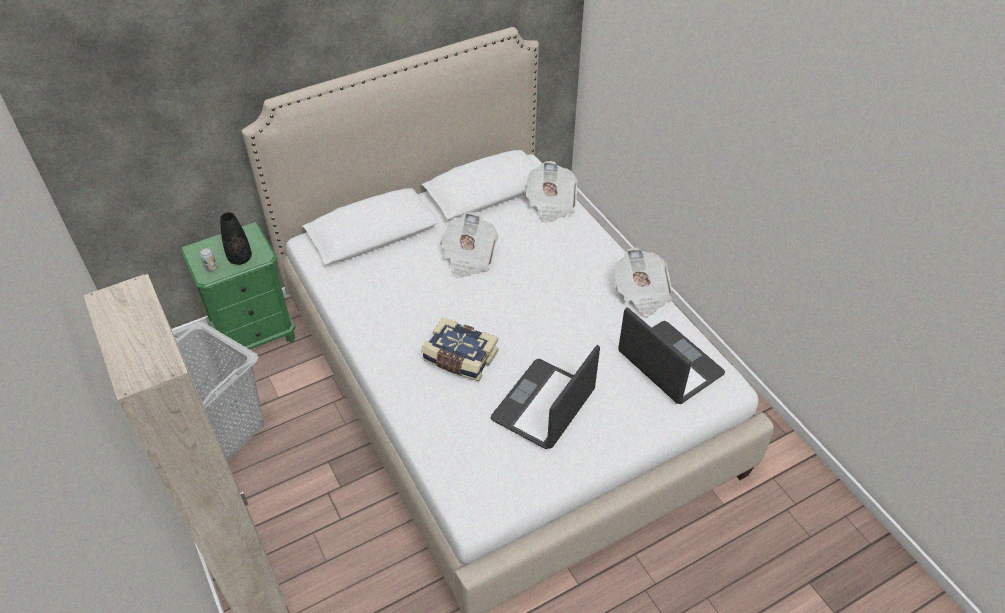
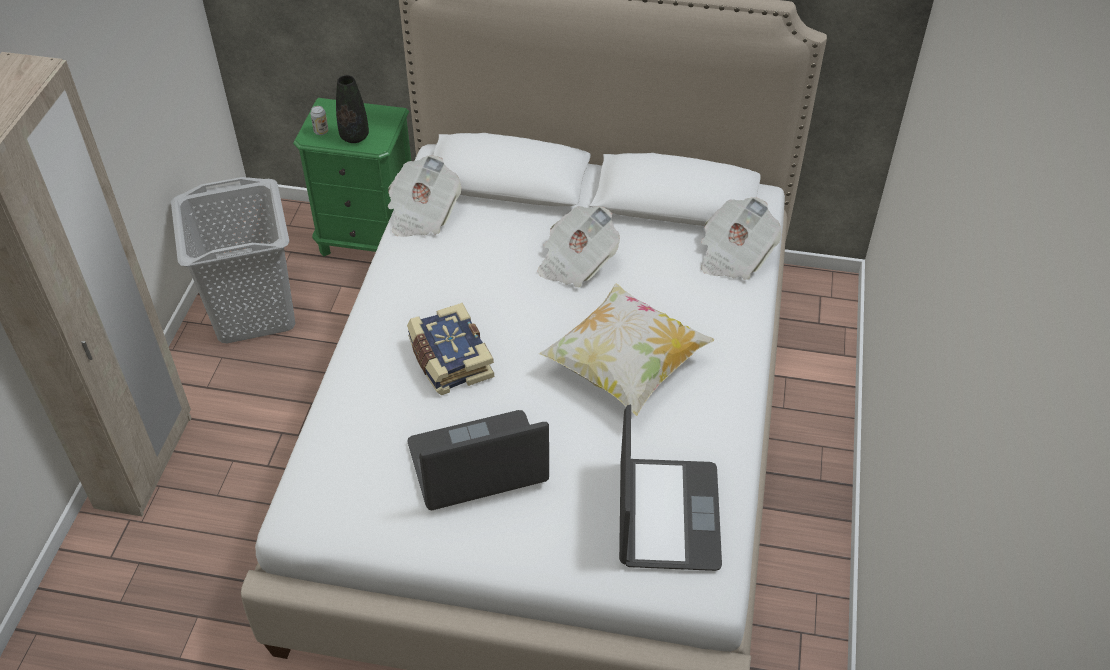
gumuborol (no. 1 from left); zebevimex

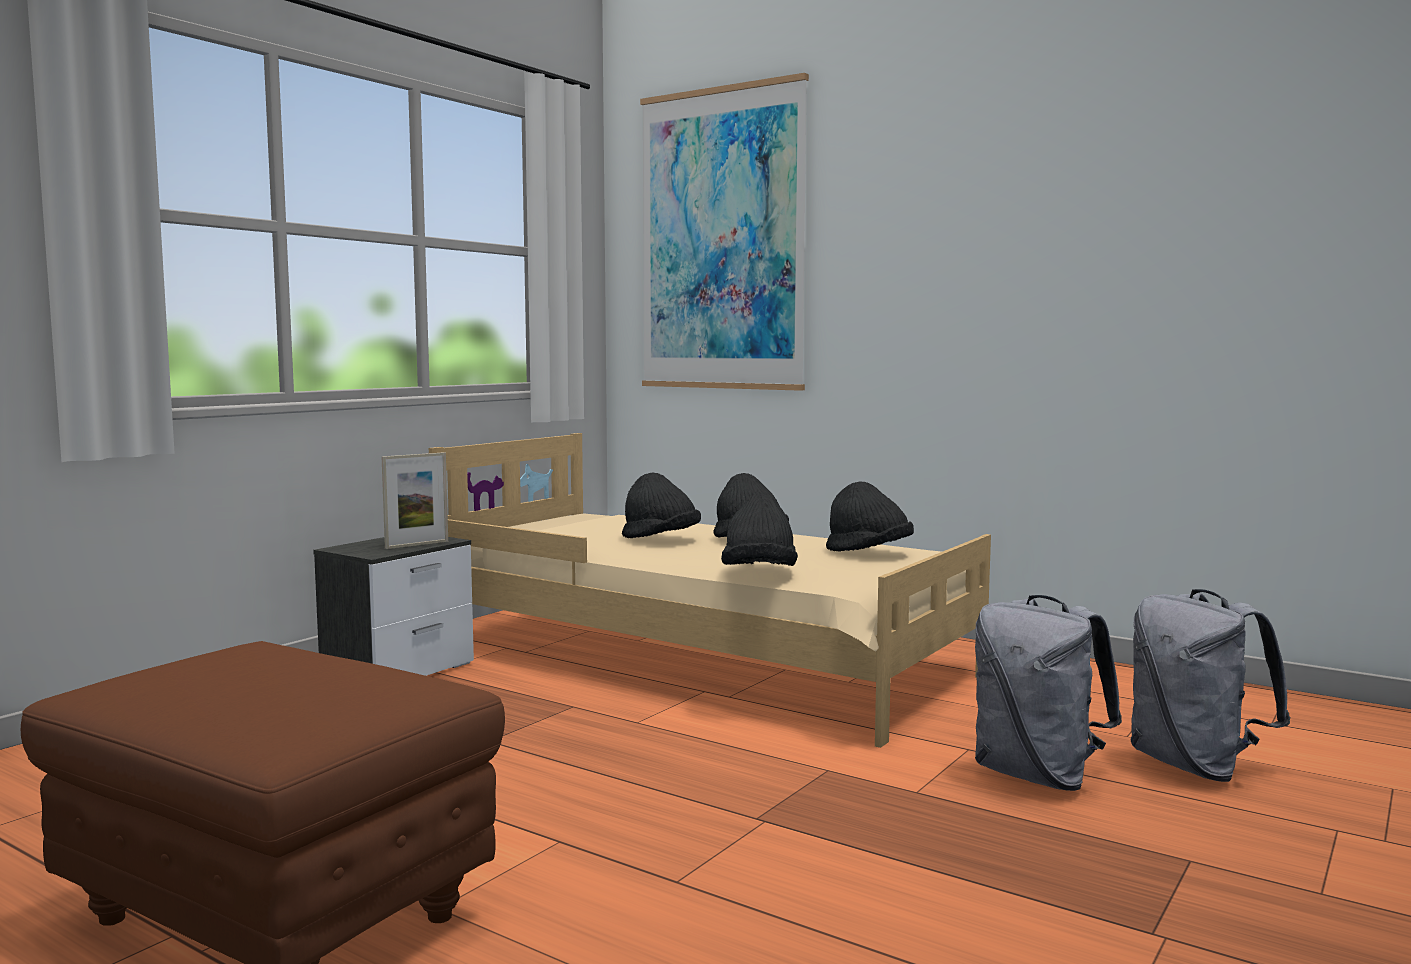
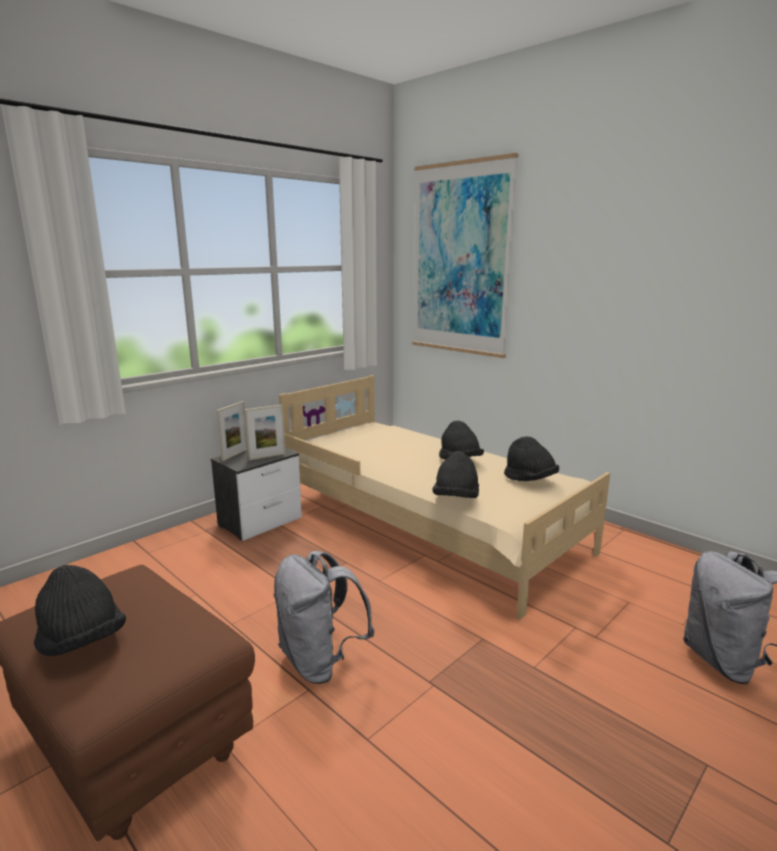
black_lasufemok (no. 1 from left); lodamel (no. 1 from left); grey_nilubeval (no. 1 from left)

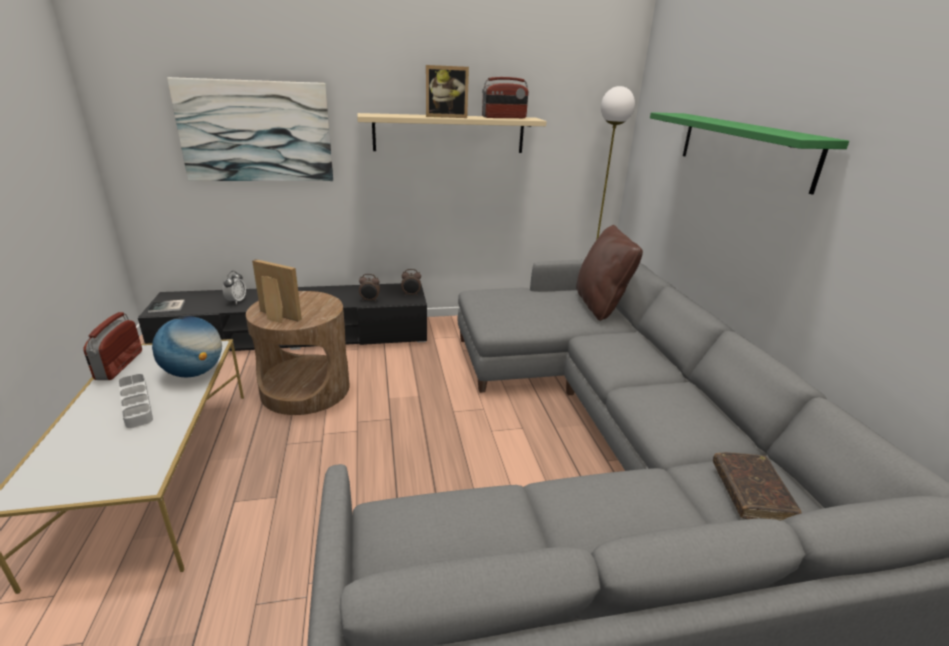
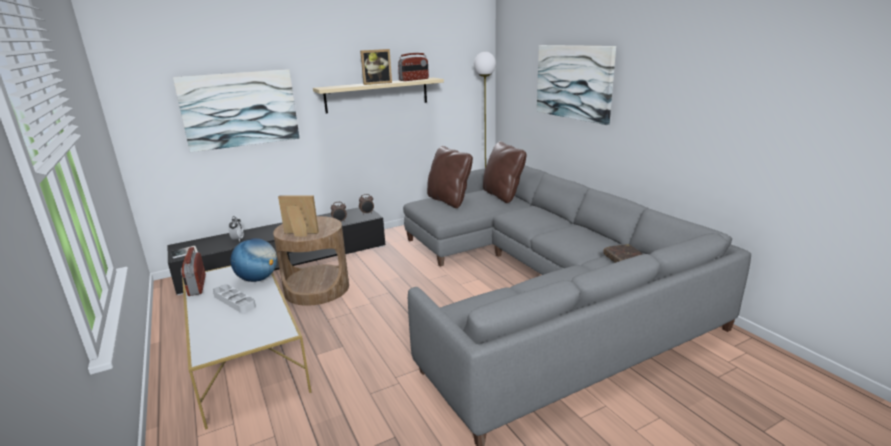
brown_zebevimex (no. 1 from left); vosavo (no. 2 from left)

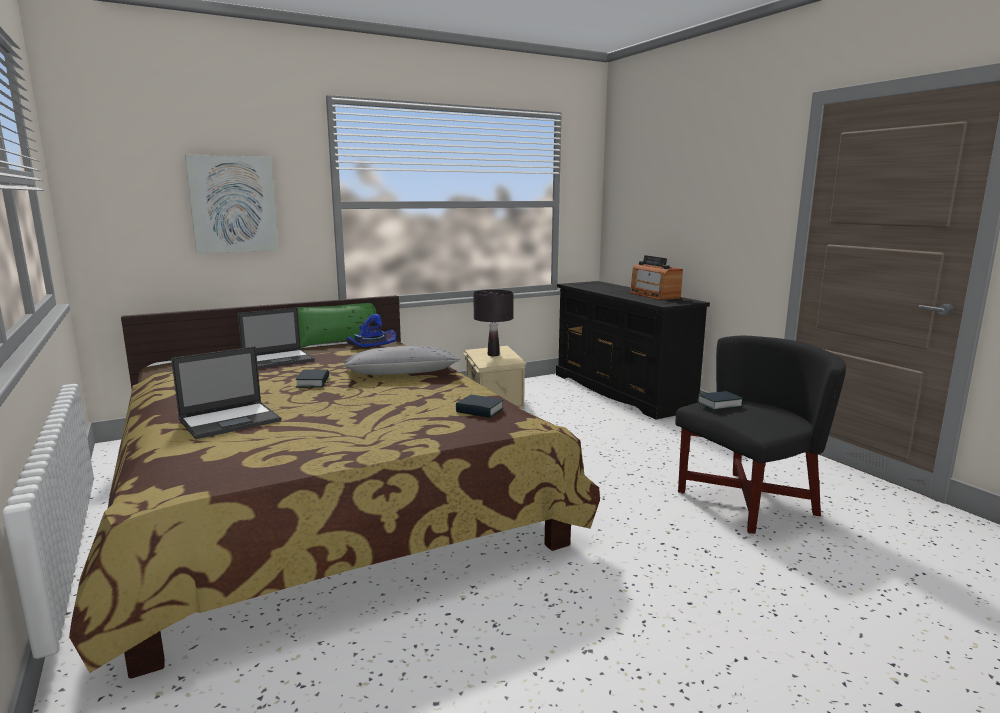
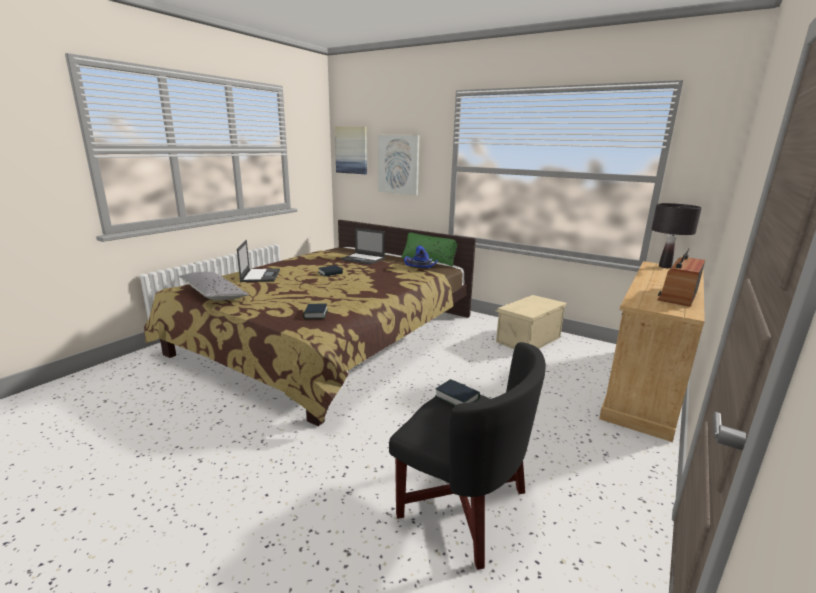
grey_zebevimex; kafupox (no. 1 from left); vosavo (no. 1 from left); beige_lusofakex; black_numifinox

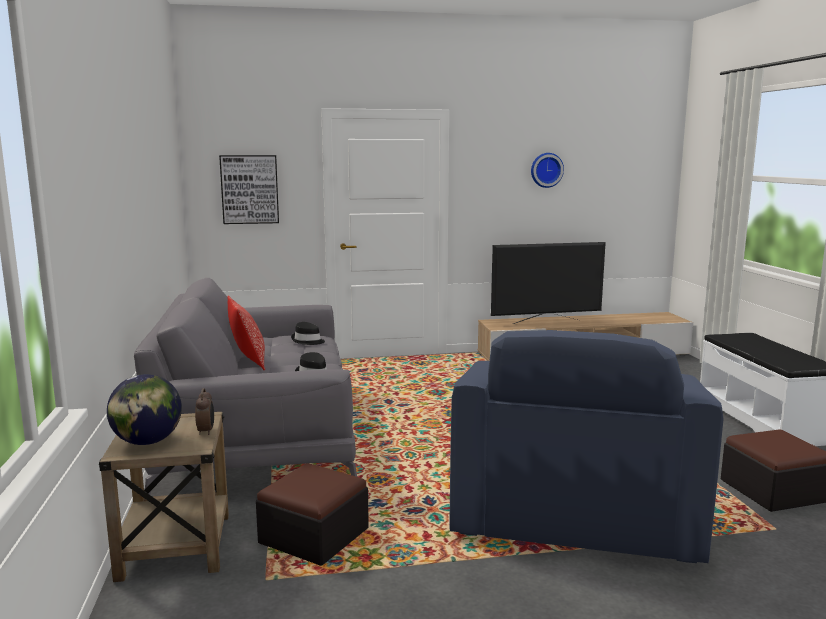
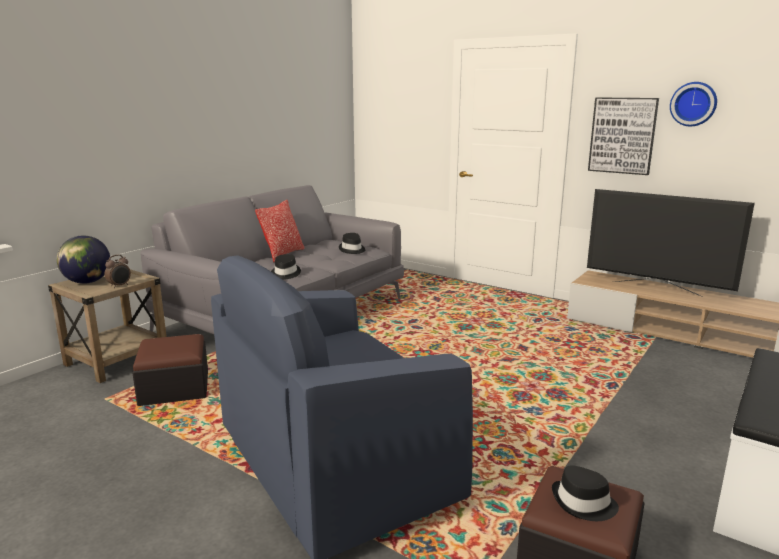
black_lasufemok (no. 3 from left); vosavo

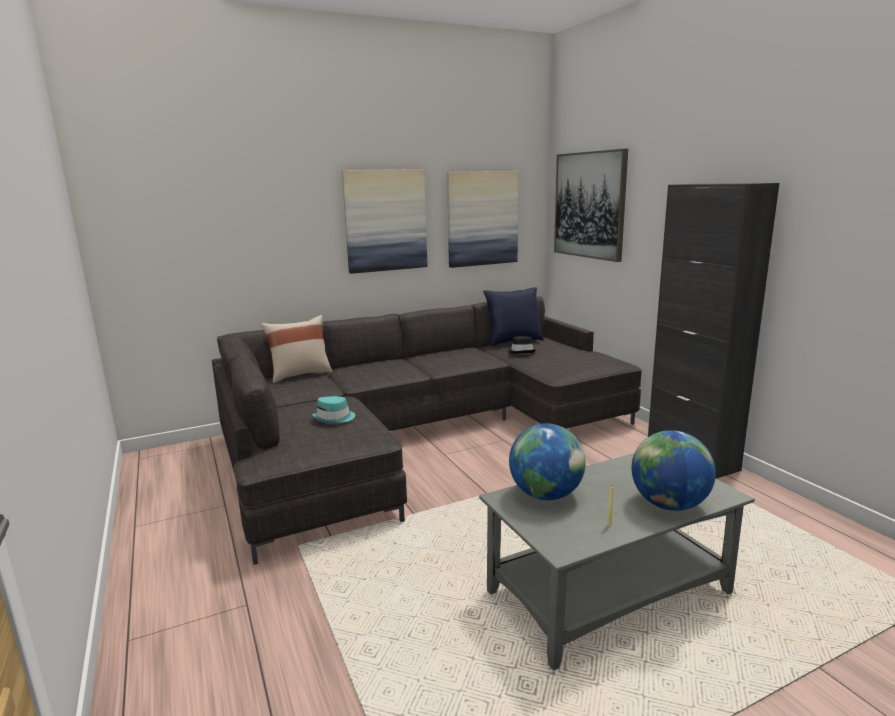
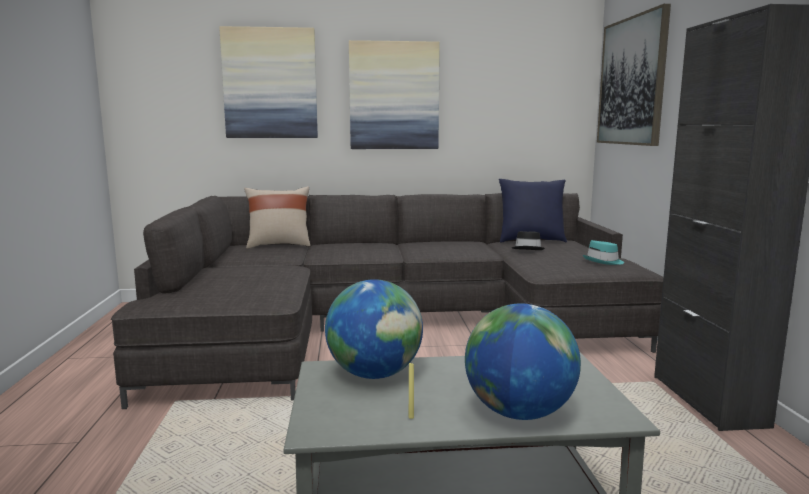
vosavo (no. 1 from left); turquoise_lasufemok

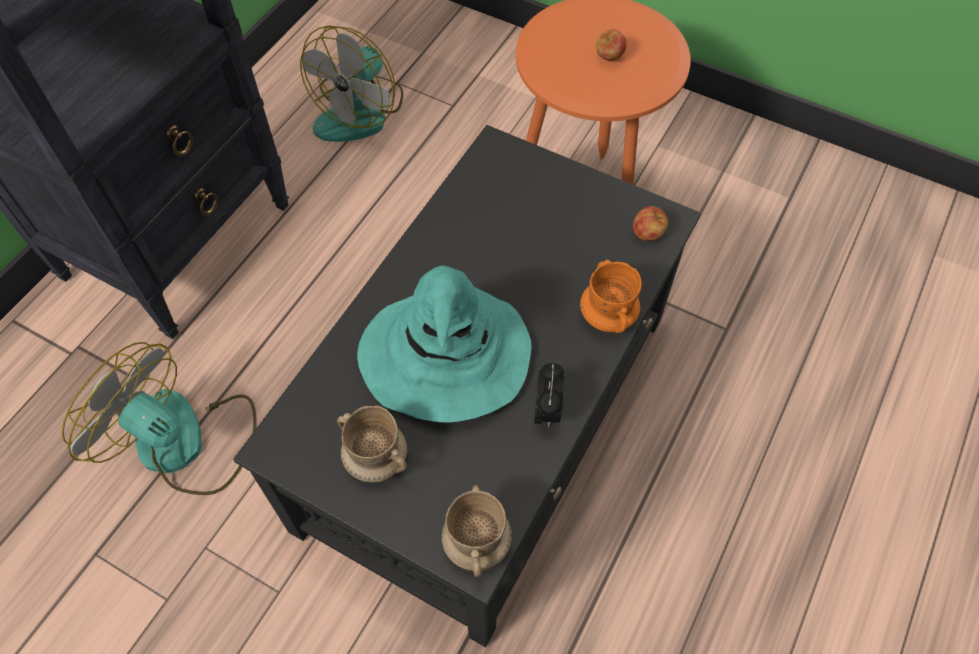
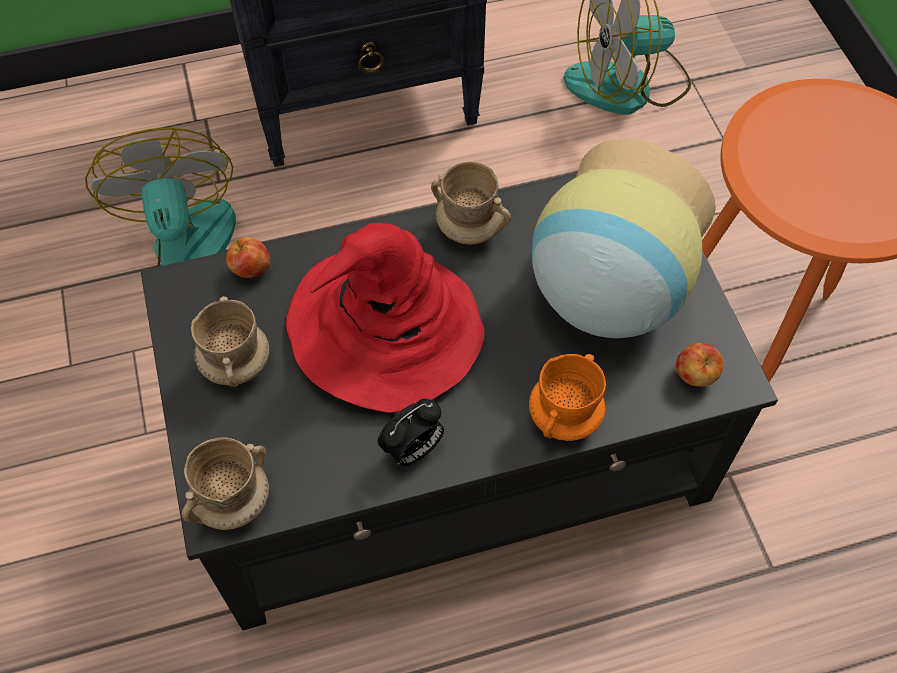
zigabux (no. 1 from left); red_lasufemok; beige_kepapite (no. 3 from left); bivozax

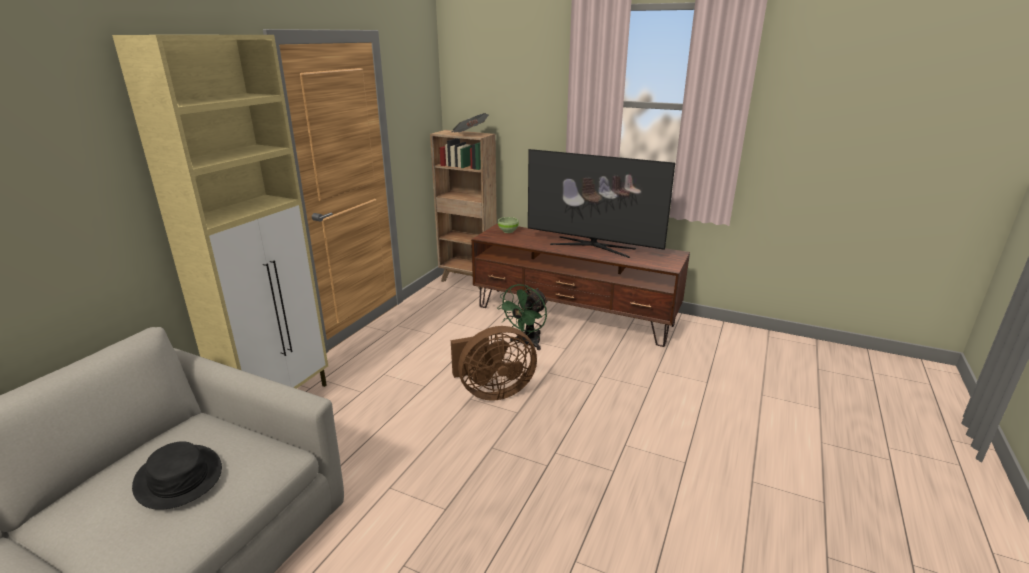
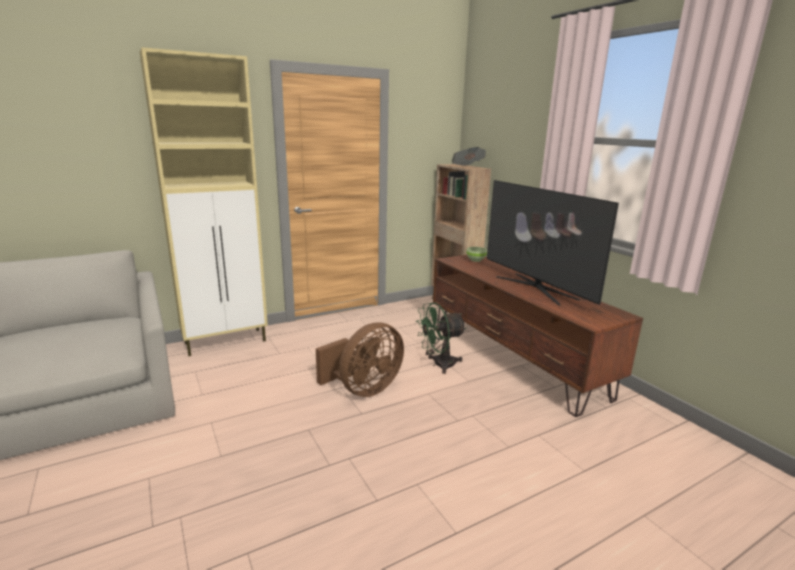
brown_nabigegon; black_lasufemok

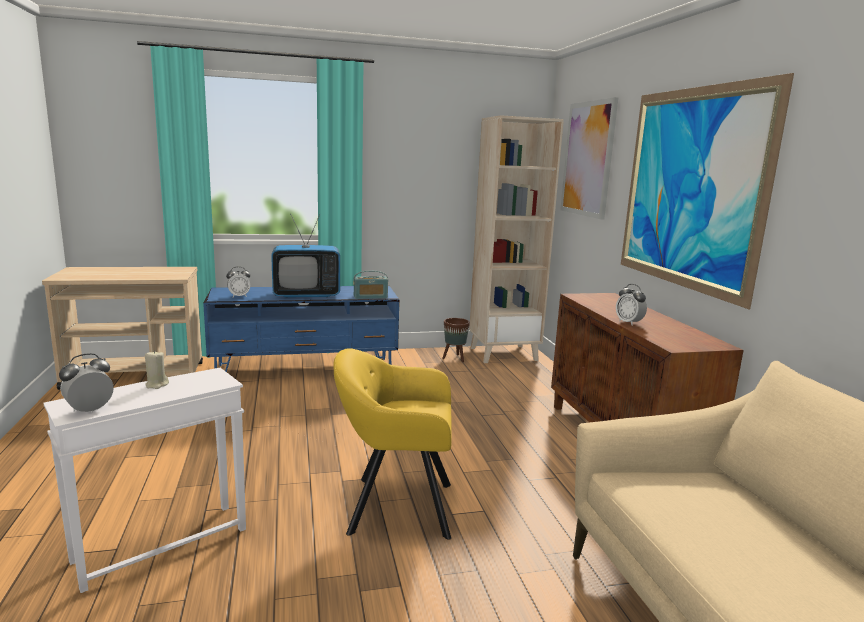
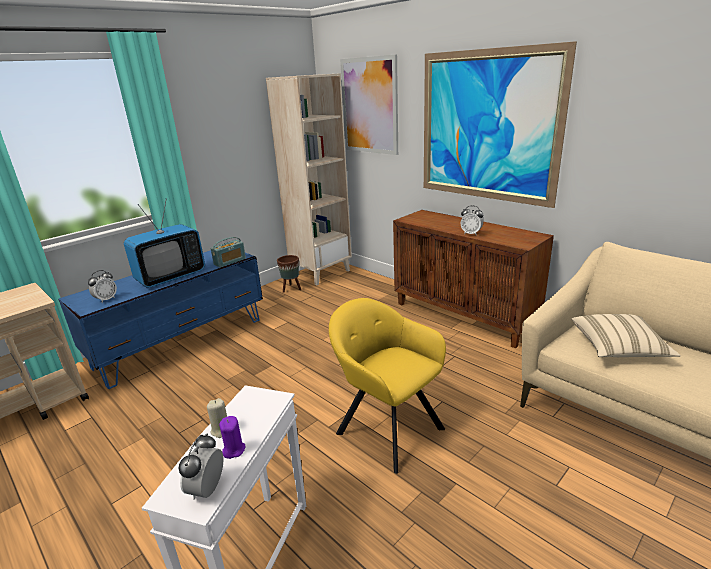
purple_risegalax; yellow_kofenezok; beige_zebevimex

